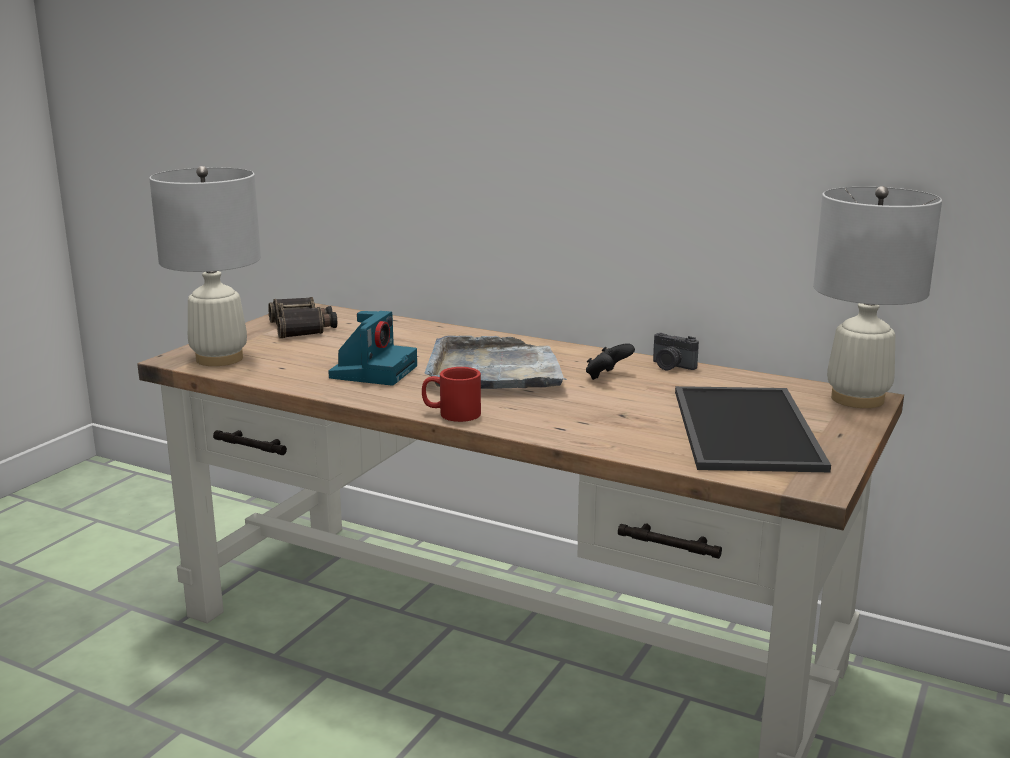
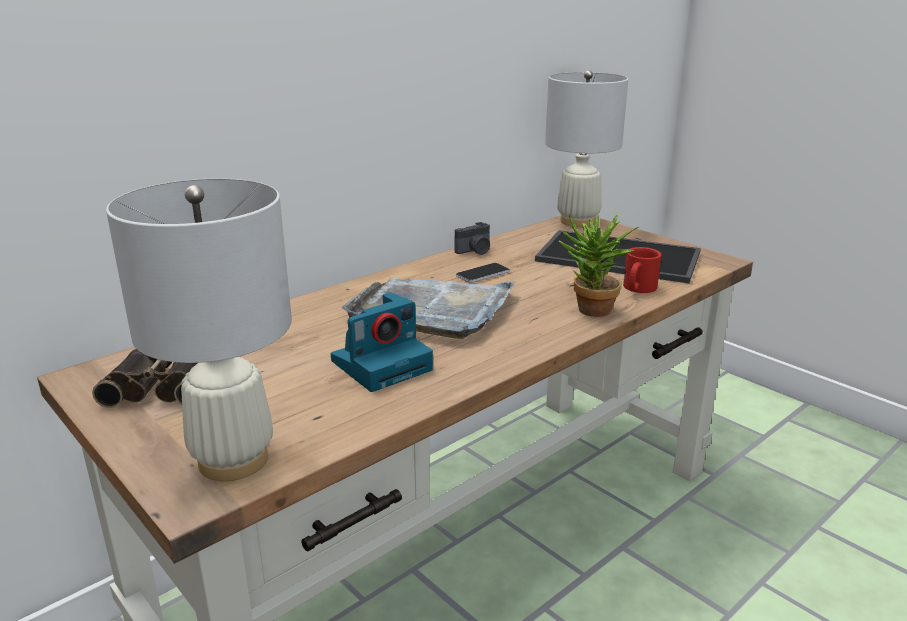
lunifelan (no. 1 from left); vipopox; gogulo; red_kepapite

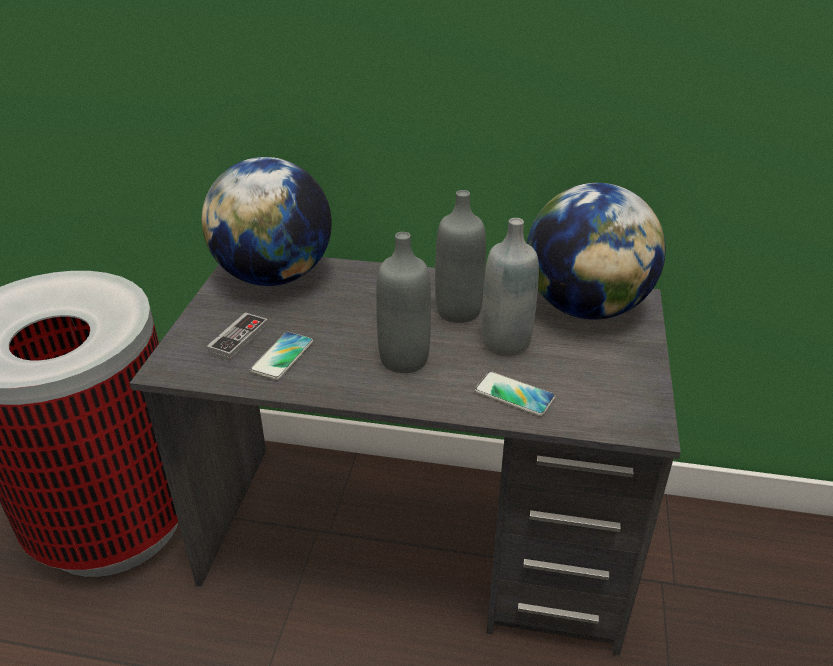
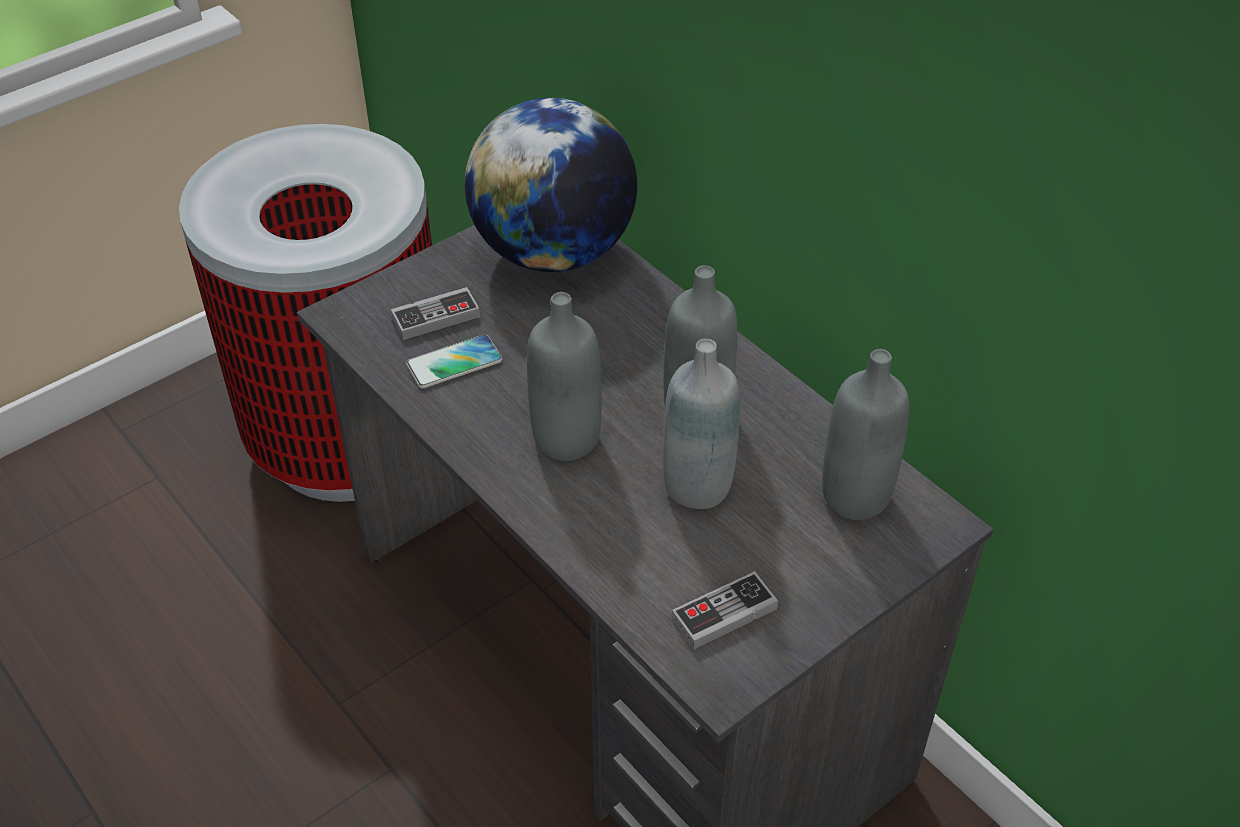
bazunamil (no. 2 from left); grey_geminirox (no. 4 from left); vipopox (no. 2 from left in the first image)

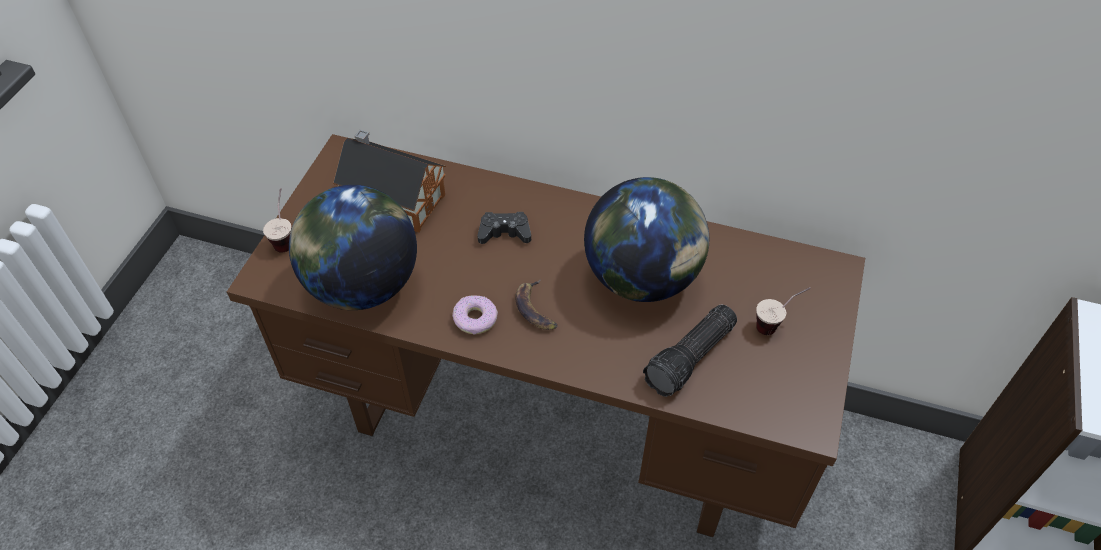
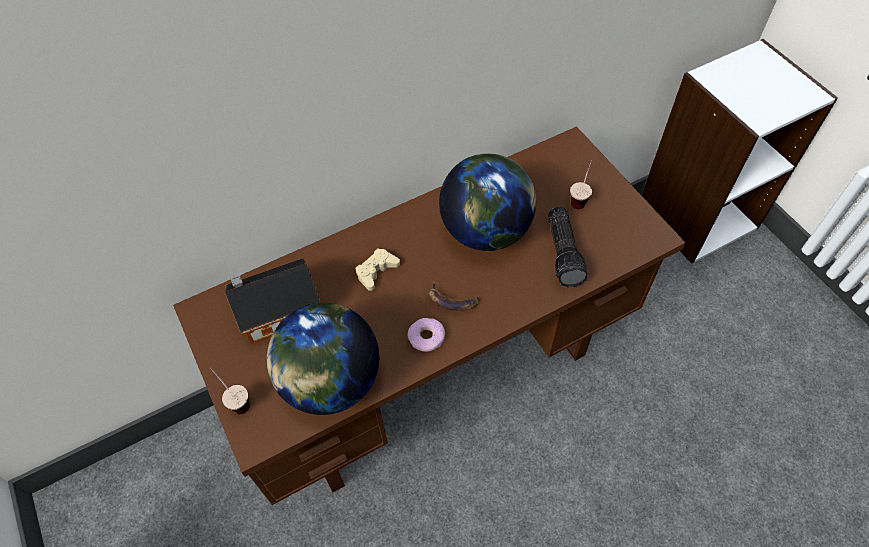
beige_bazunamil

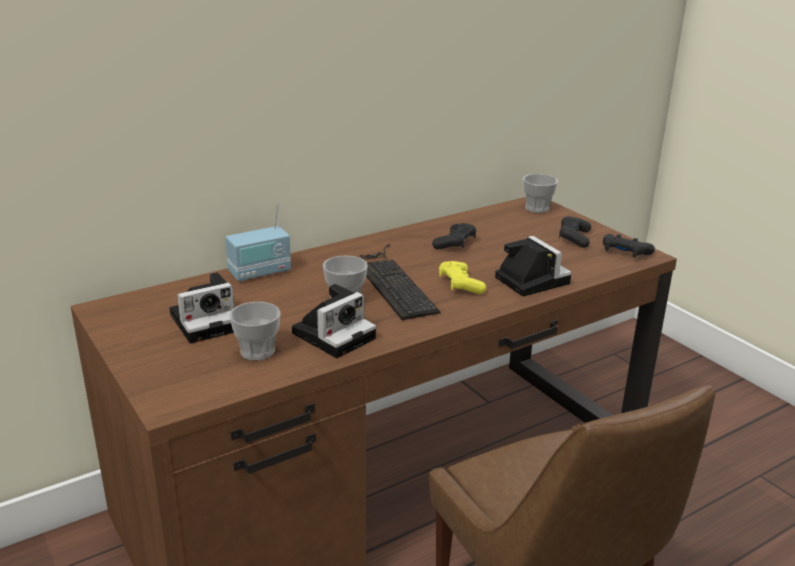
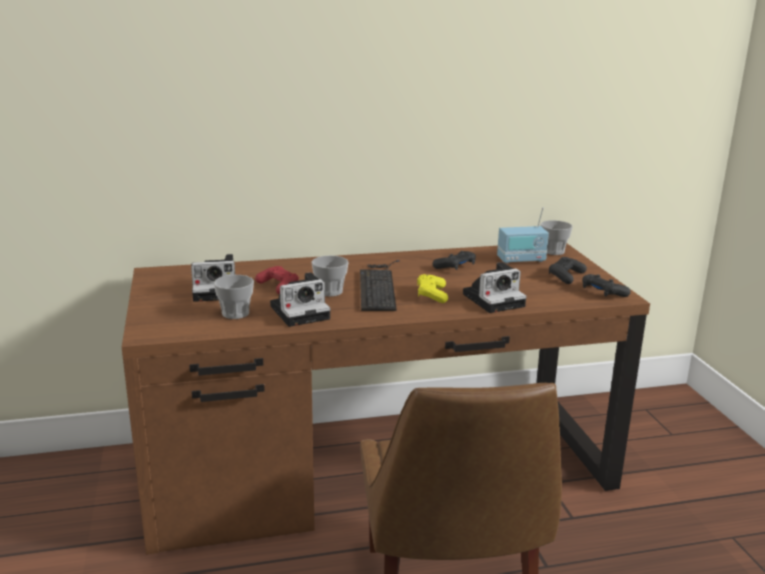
red_bazunamil; lunifelan (no. 3 from left); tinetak

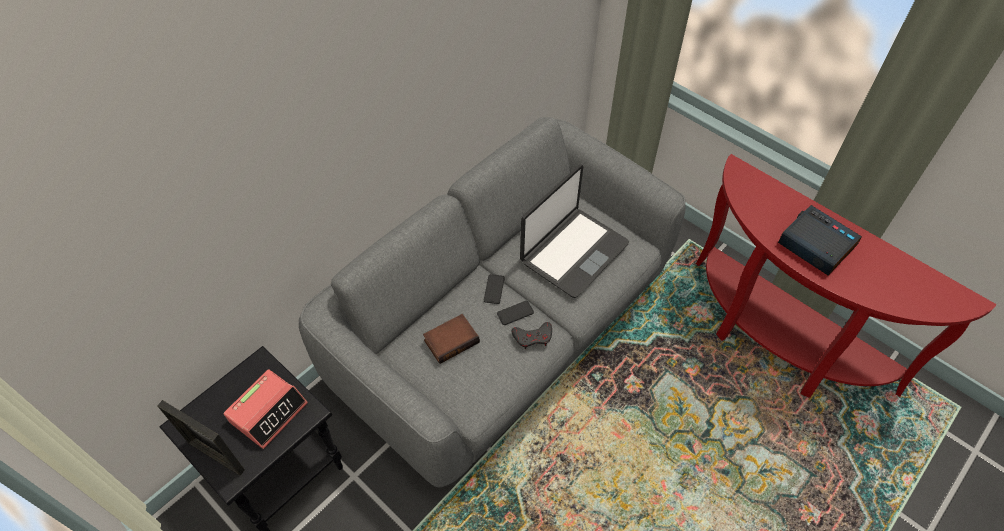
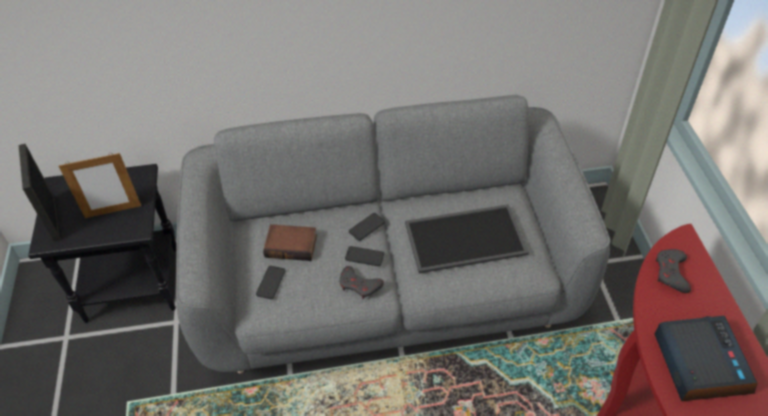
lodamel (no. 2 from left); vipopox (no. 1 from left); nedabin; grey_bazunamil (no. 2 from left)

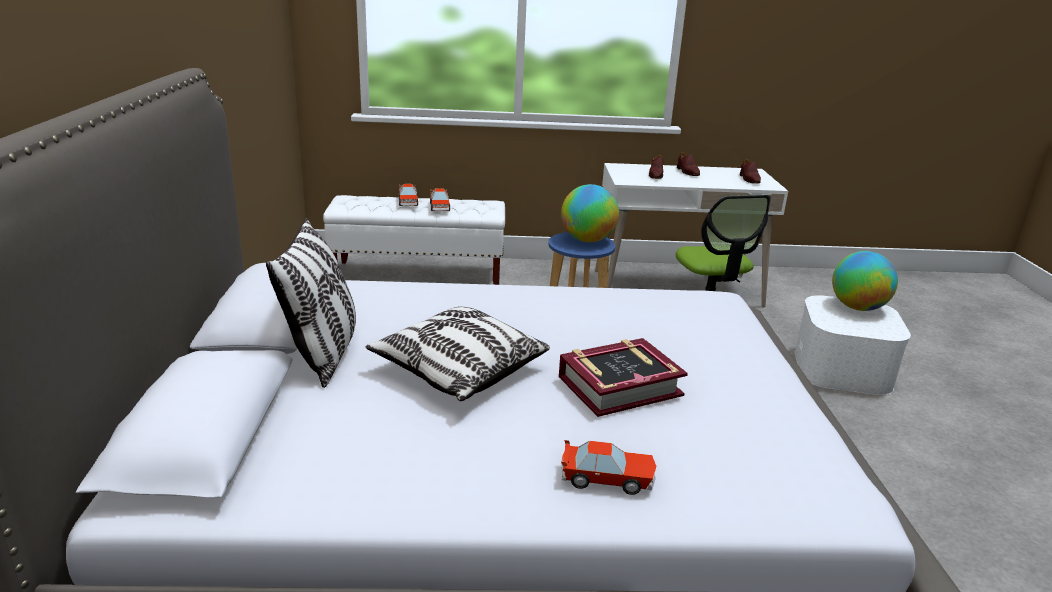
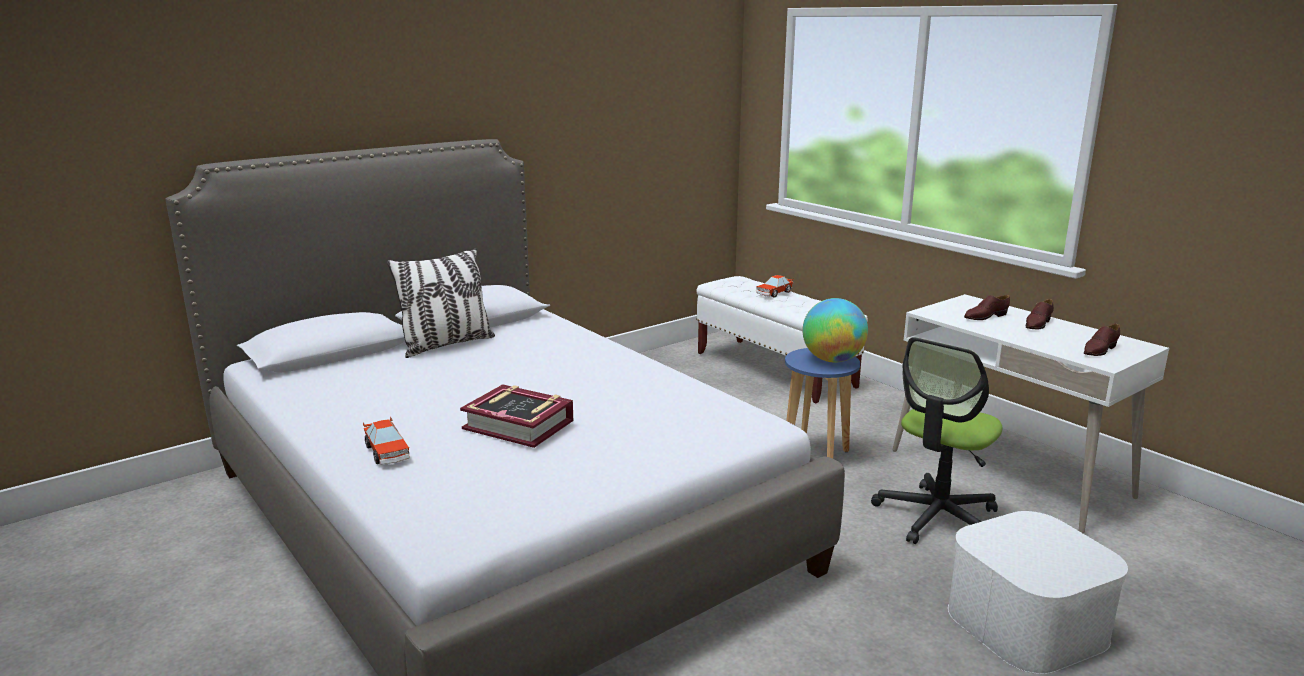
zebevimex (no. 2 from left in the first image); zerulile (no. 2 from left in the first image); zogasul (no. 2 from left in the first image)

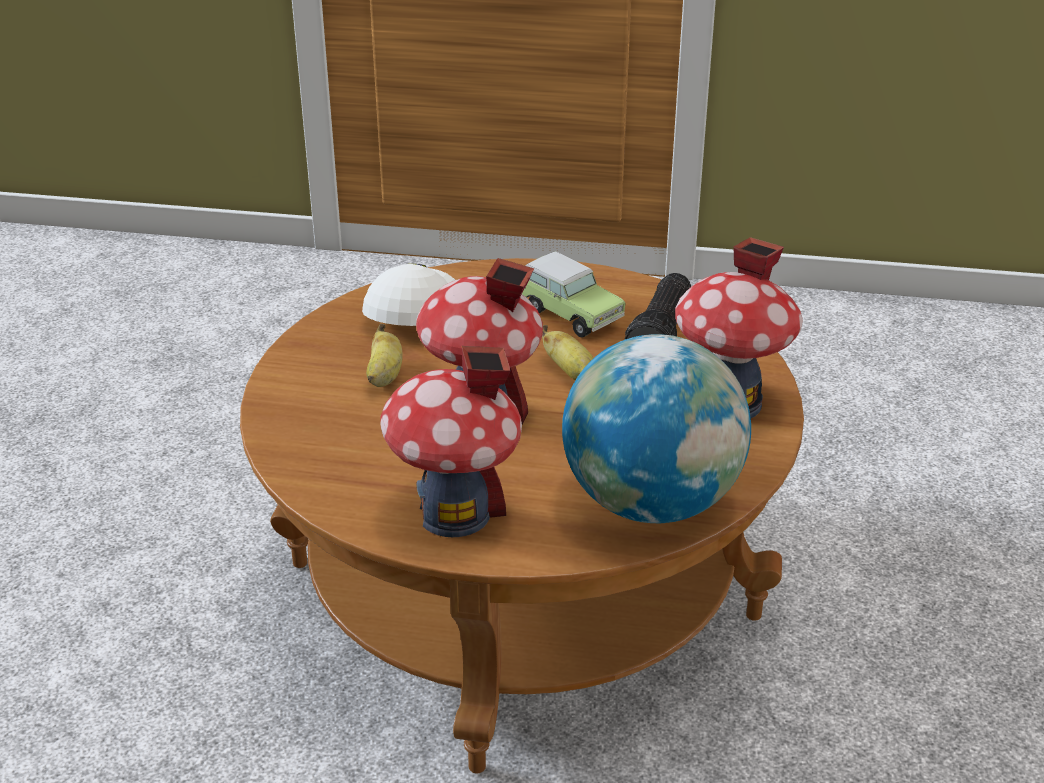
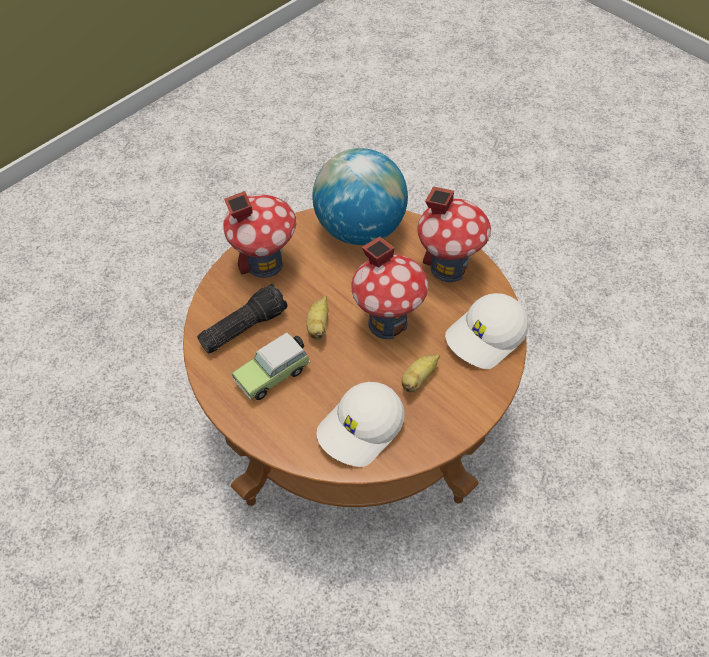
zerulile; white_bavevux (no. 2 from left)

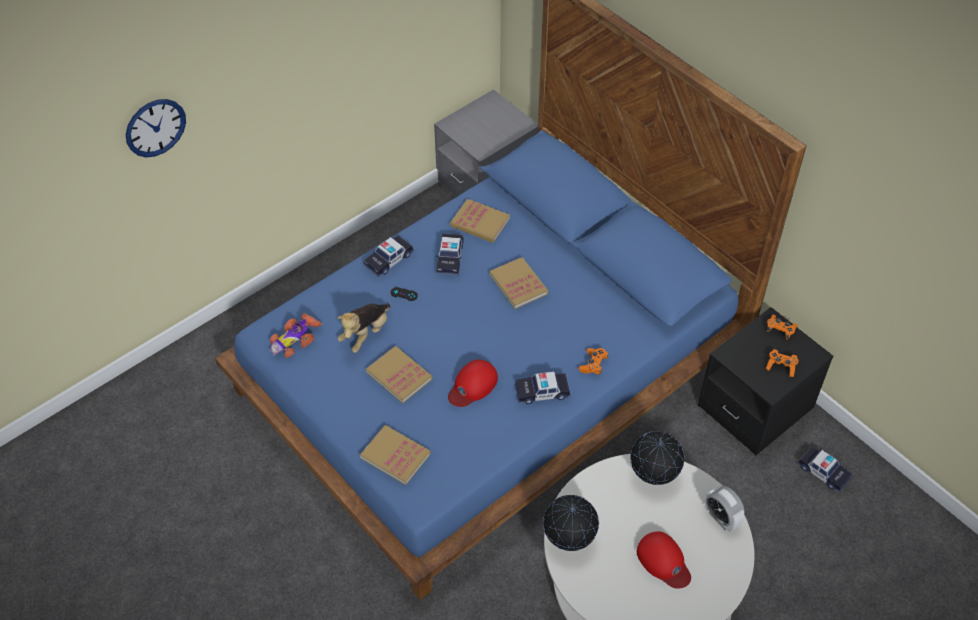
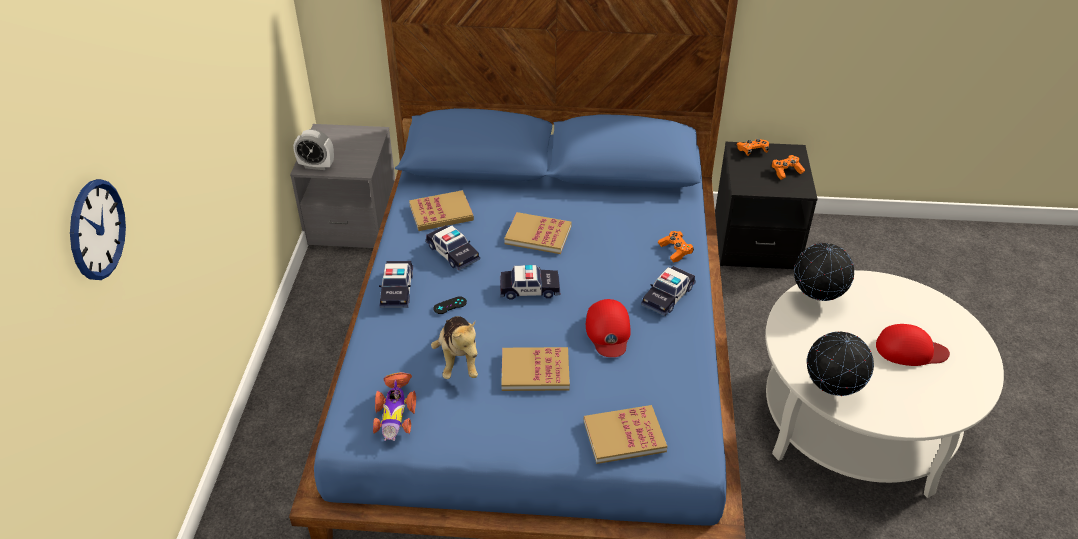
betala; zerulile (no. 4 from left)

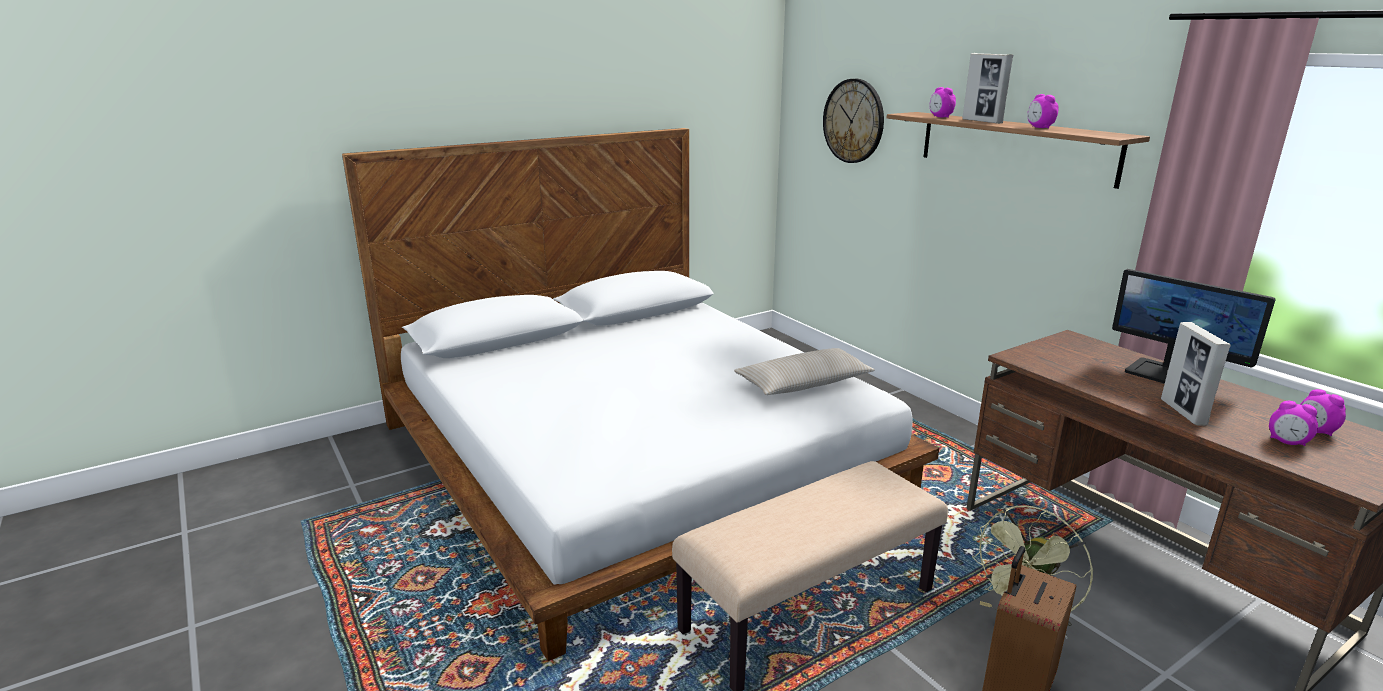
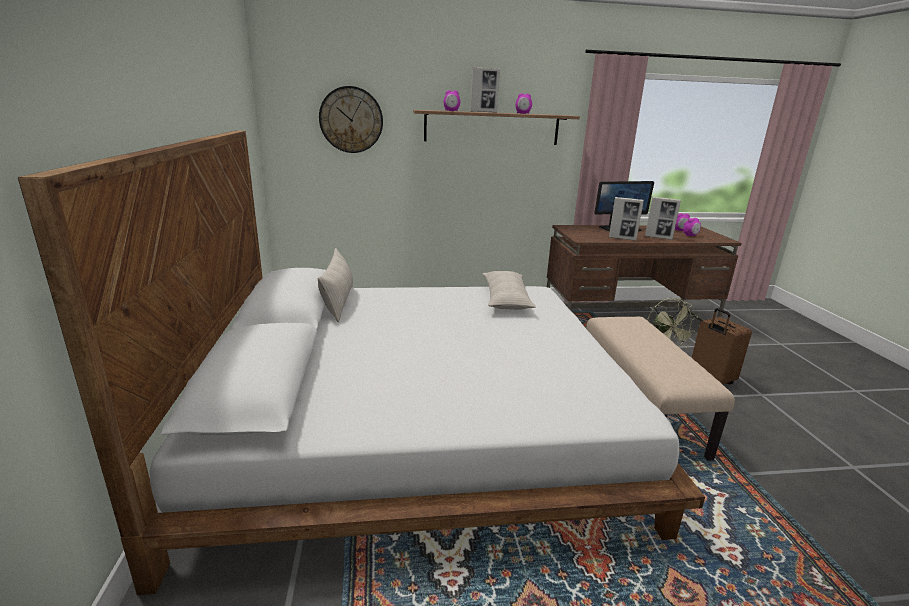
beige_zebevimex (no. 1 from left); lodamel (no. 2 from left)

